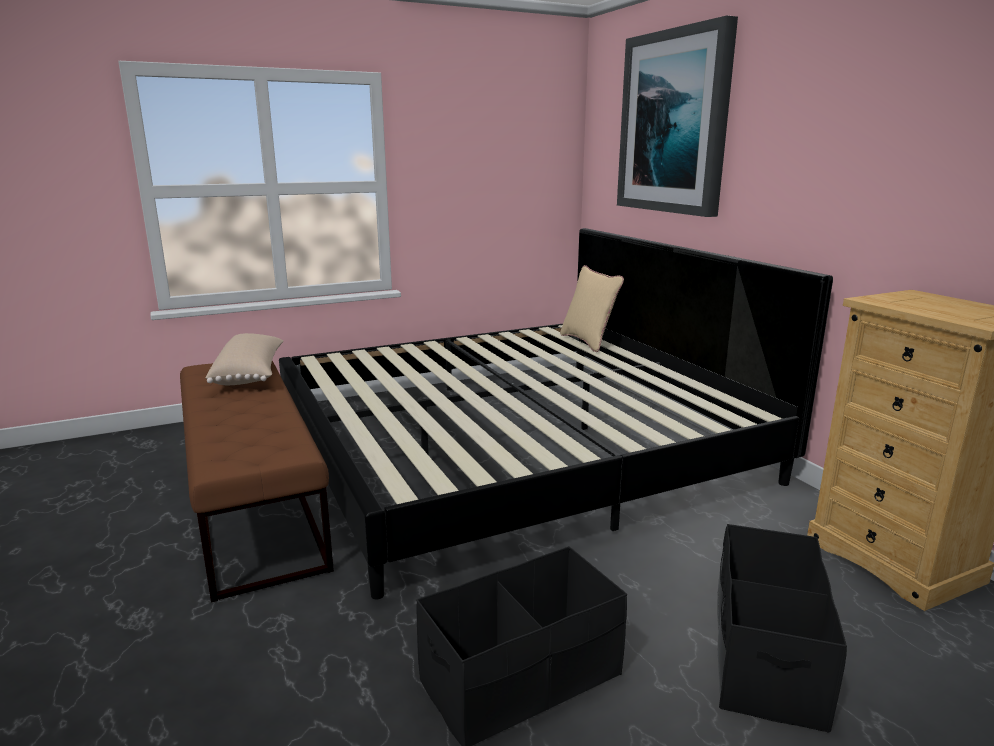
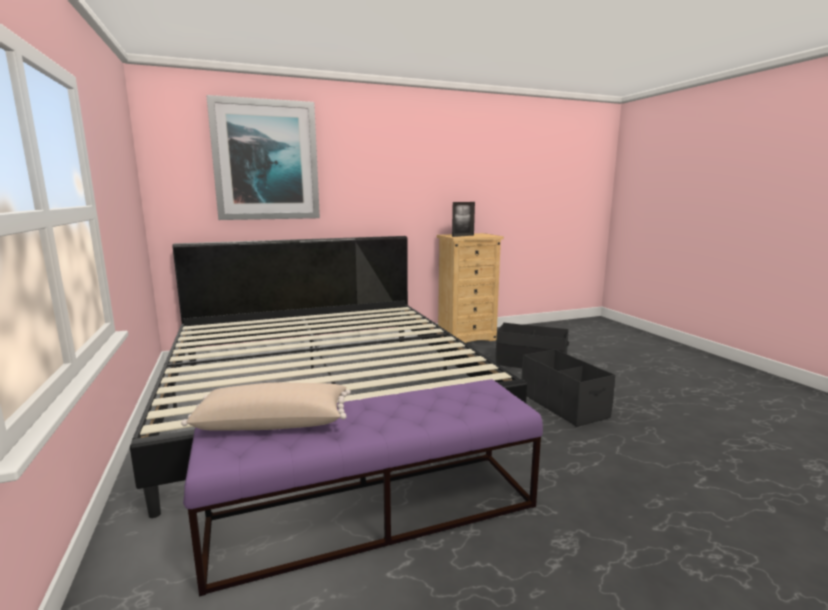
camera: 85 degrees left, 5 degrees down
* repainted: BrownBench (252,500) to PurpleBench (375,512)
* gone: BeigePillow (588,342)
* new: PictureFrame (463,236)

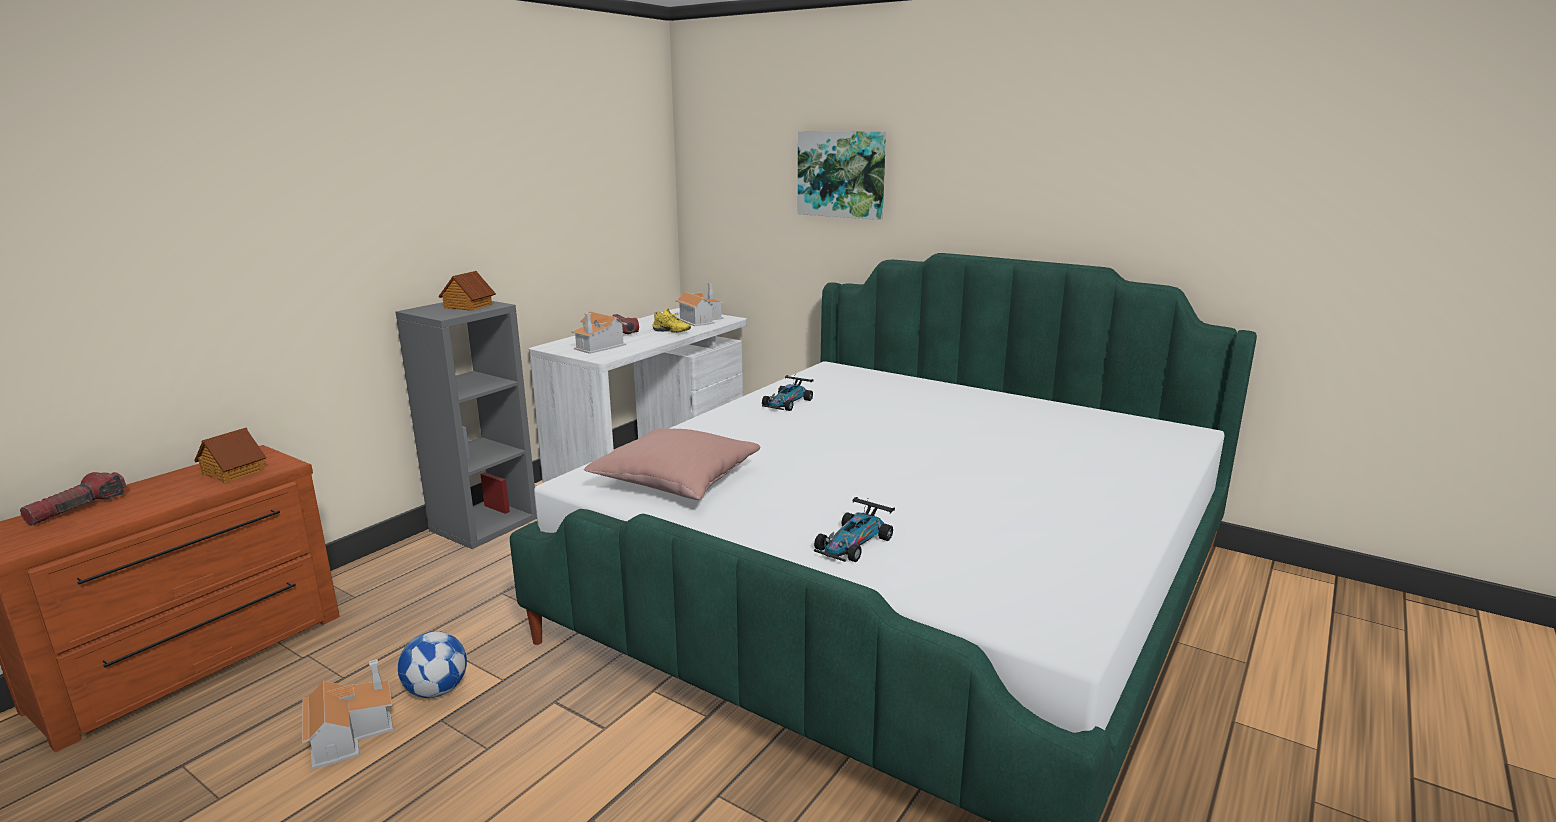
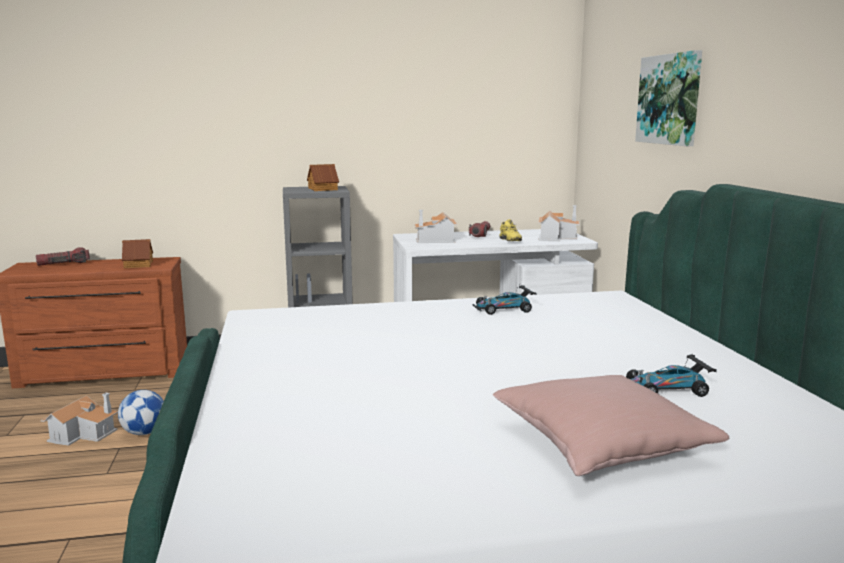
camera: 45 degrees right, 5 degrees down
* shifted: PinkPillow (676,481) to (601,444)
* shifted: ToyCar (853,543) to (666,389)

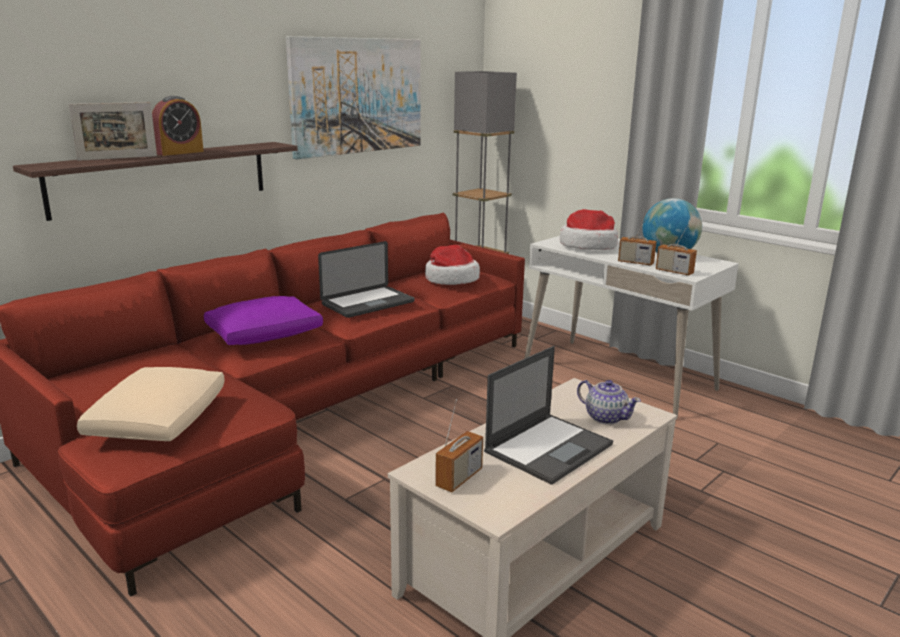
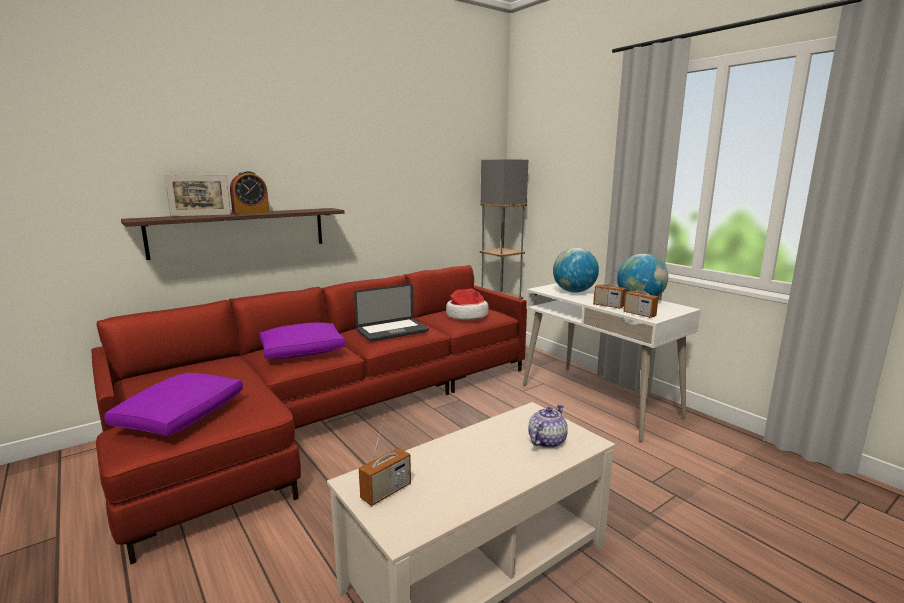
camera: 10 degrees right, 5 degrees down
* repainted: BeigePillow (159,419) to PurplePillow (181,416)
* gone: Picture (357,96)
* gone: Laptop (549,447)
* swapped: Hat (588,246) to Globe (574,291)
* rotated: Teapot (605,417) = (546,441) 105 degrees counterclockwise

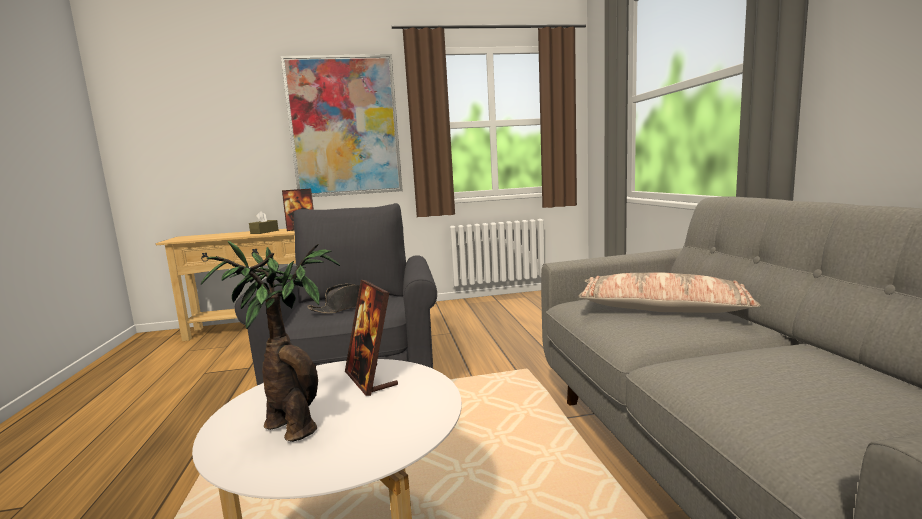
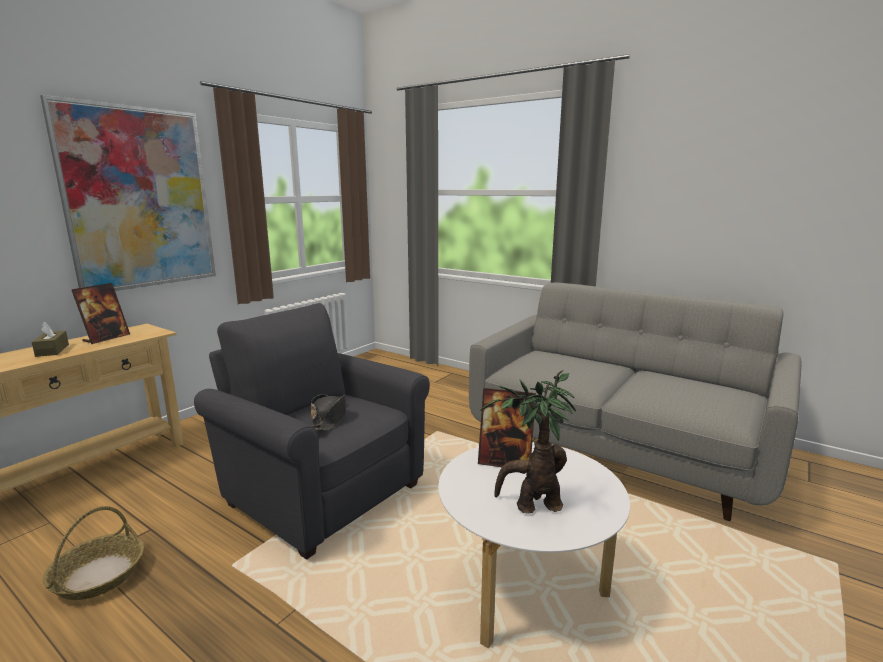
camera: 45 degrees left, 5 degrees up
* gone: Pillow (662,309)
* new: Basket (99,575)

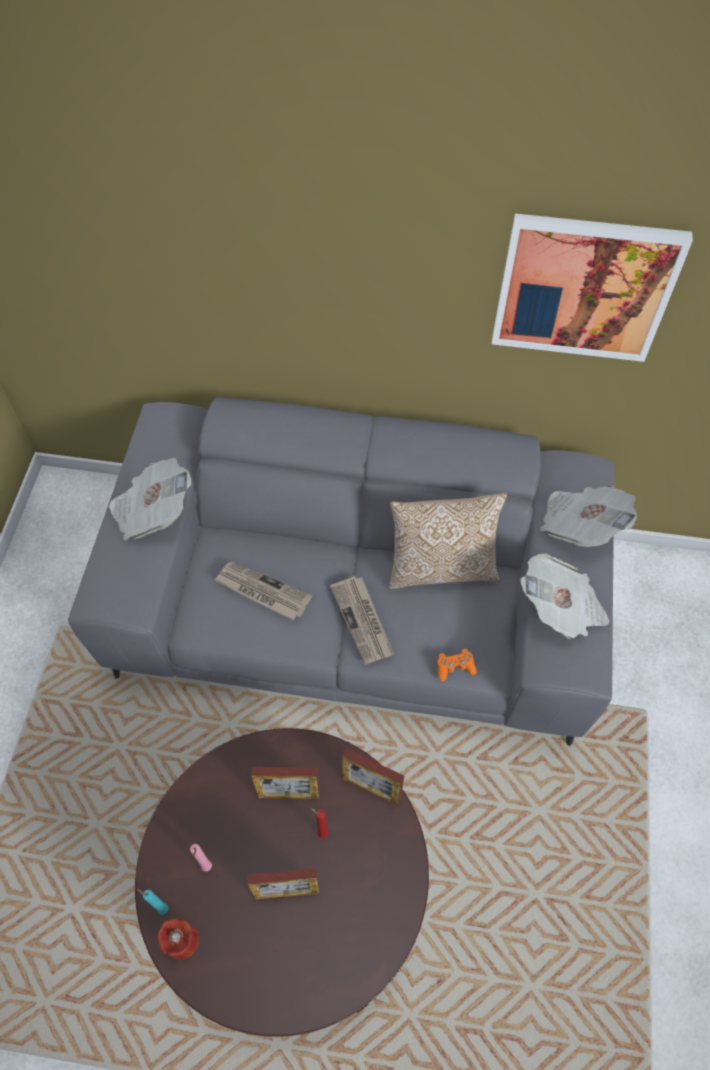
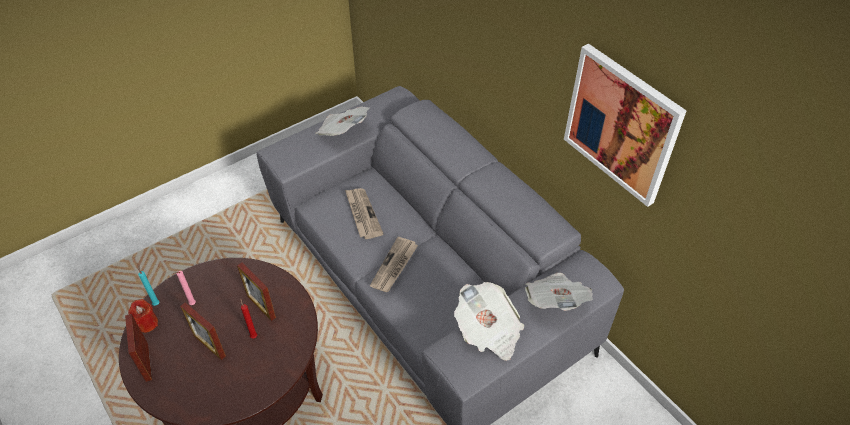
camera: 45 degrees right, 10 degrees down
* shifted: PictureFrame (371,788) to (146,362)
* gone: Pillow (441,568)
* gone: OrangeGameController (454,667)

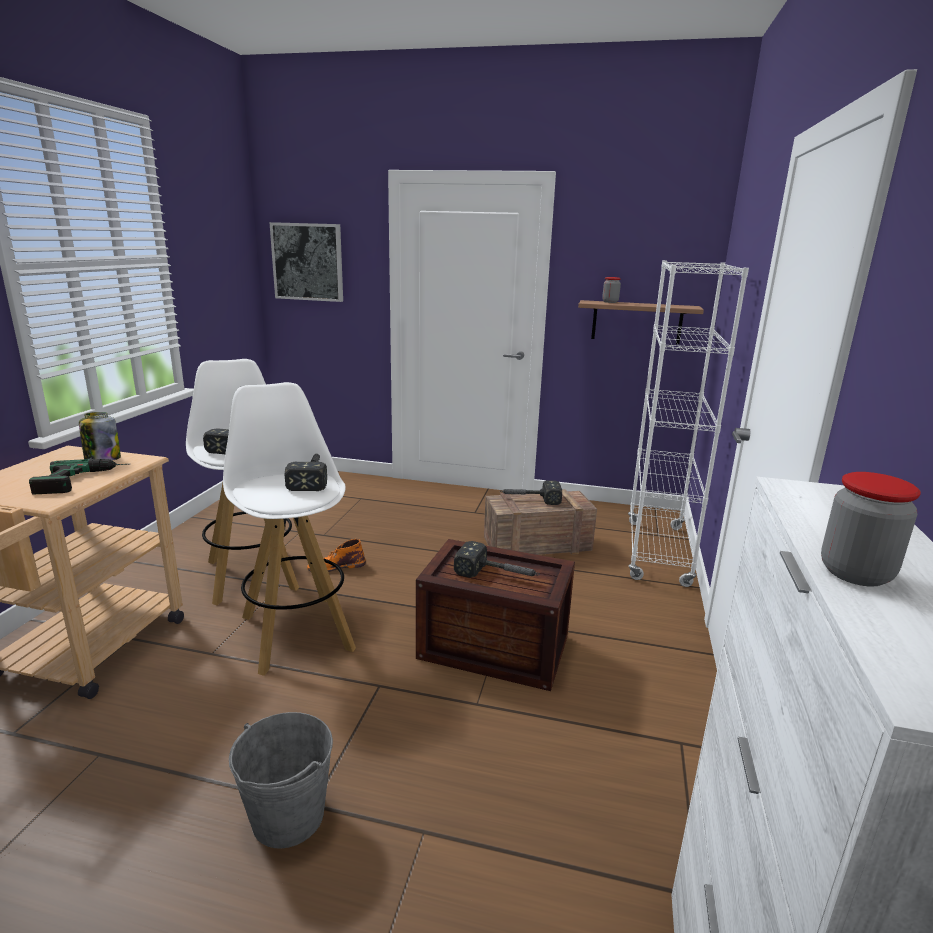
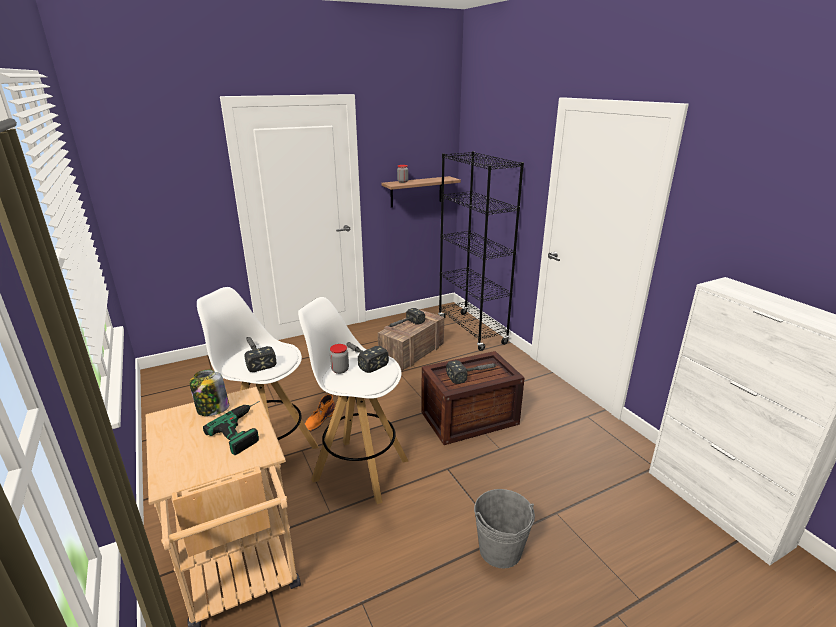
camera: 40 degrees left, 5 degrees up
* gone: Picture (308,262)
* repainted: WhiteBookcase (657,552) to BlackBookcase (472,331)
* shifted: Jar (855,573) to (340,370)

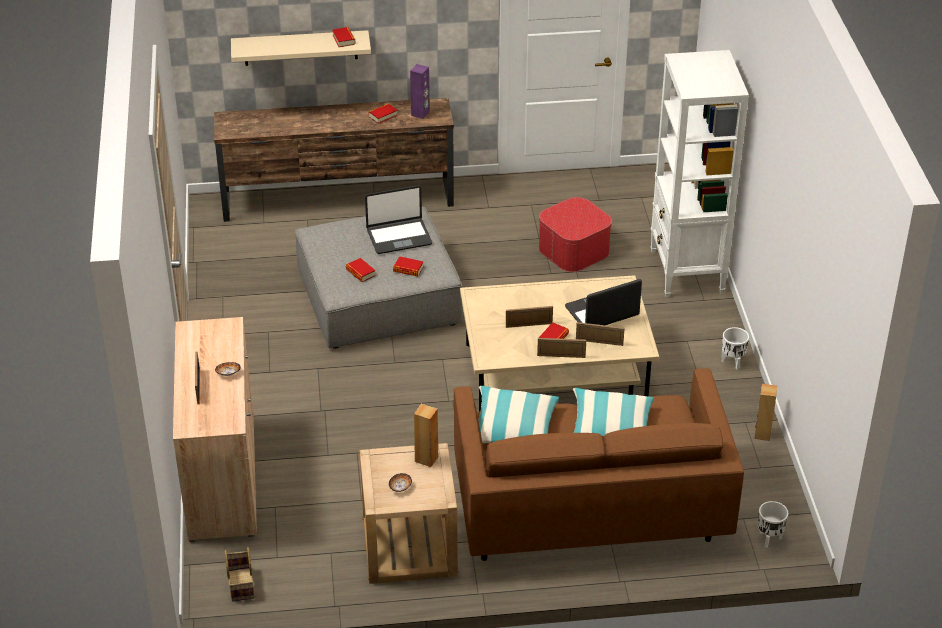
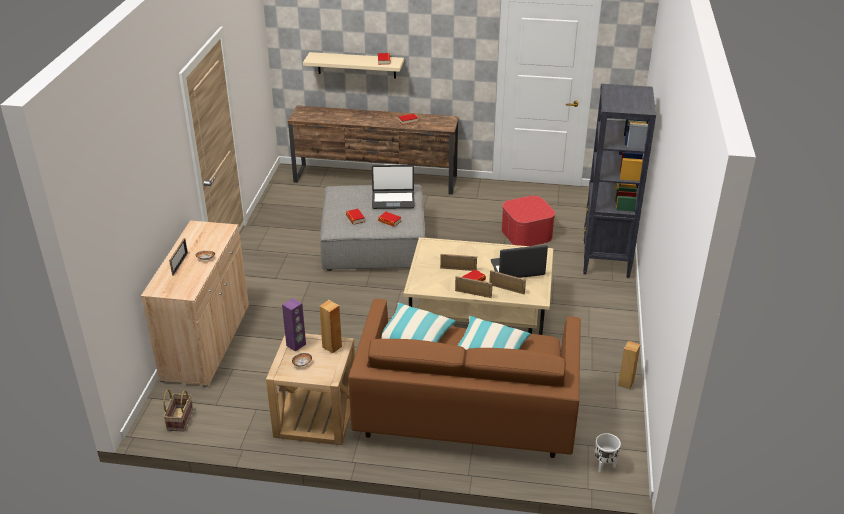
camera: 15 degrees right, 5 degrees down
* shifted: PurpleSpeaker (420,113) to (296,345)
* repainted: WhiteBookcase (686,272) to BlackBookcase (605,260)
* gone: WhitePlanter (733,362)

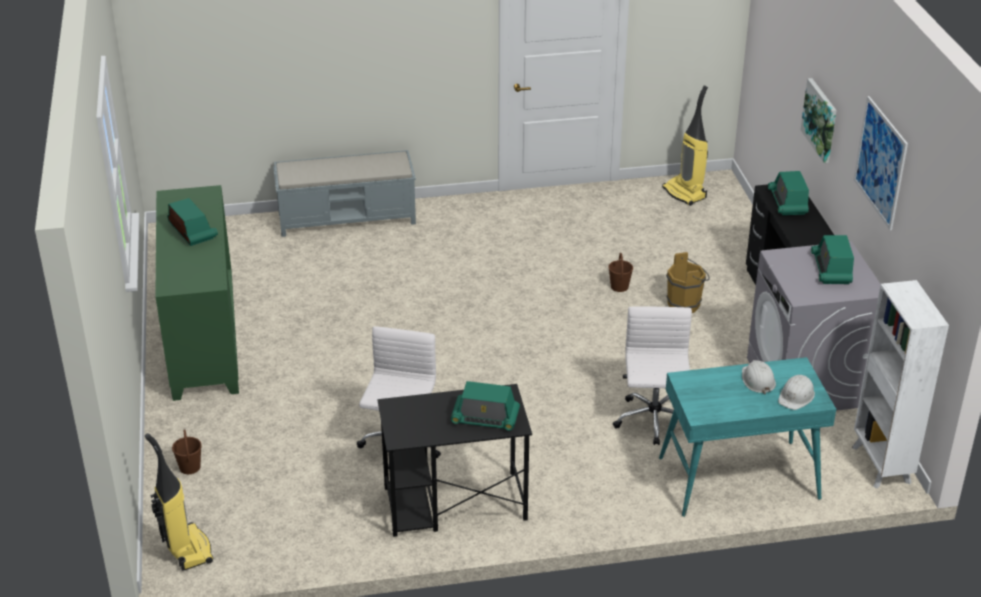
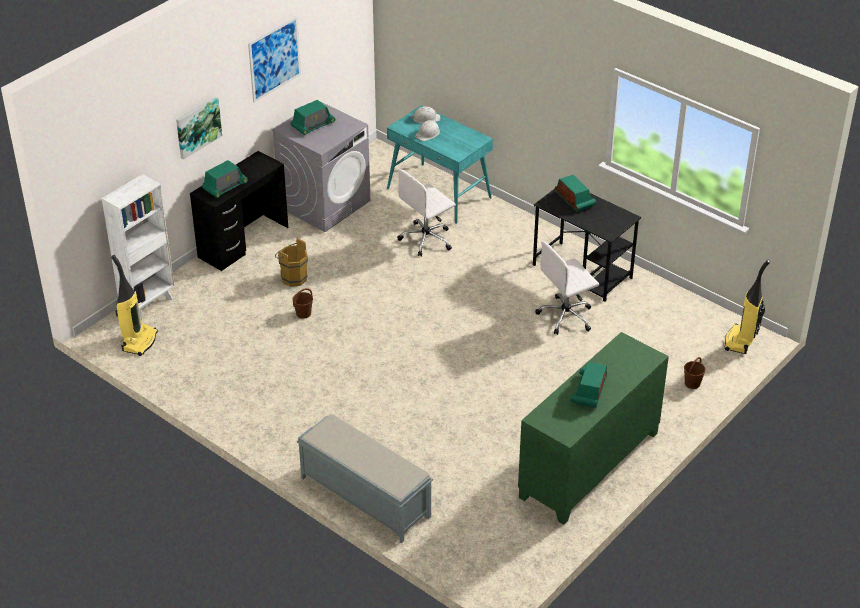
camera: 130 degrees left, 5 degrees up
* shifted: WhiteBookcase (881,466) to (148,304)

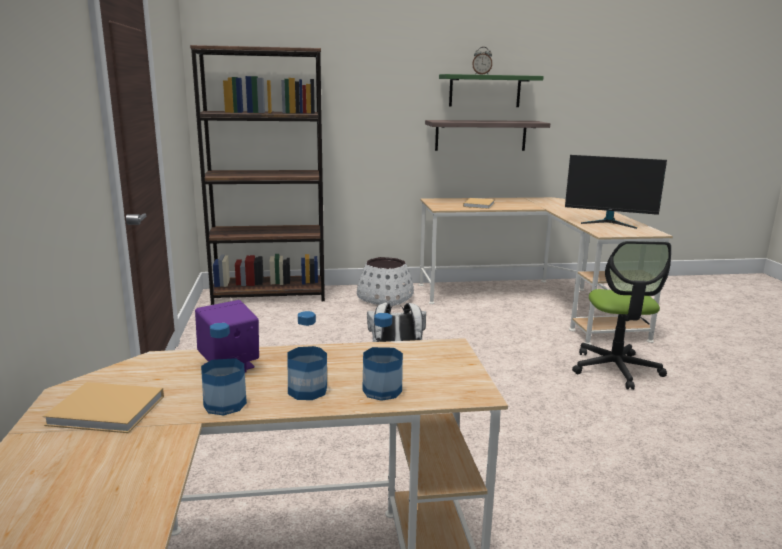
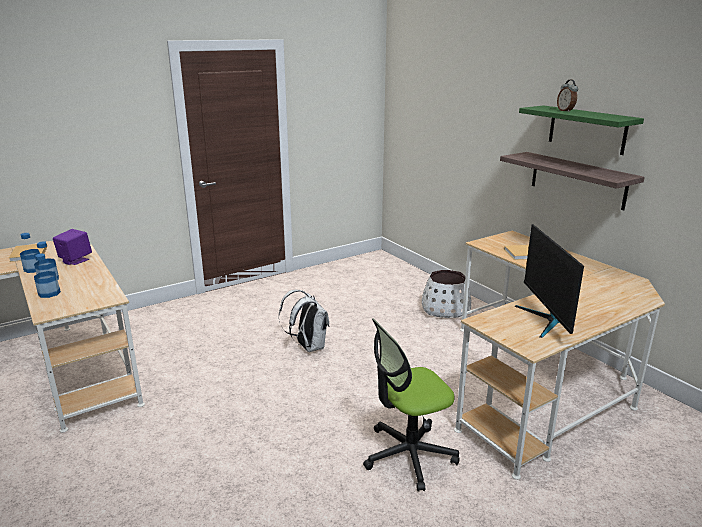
camera: 65 degrees right, 5 degrees up
* gone: BrownBookcase (270,295)

